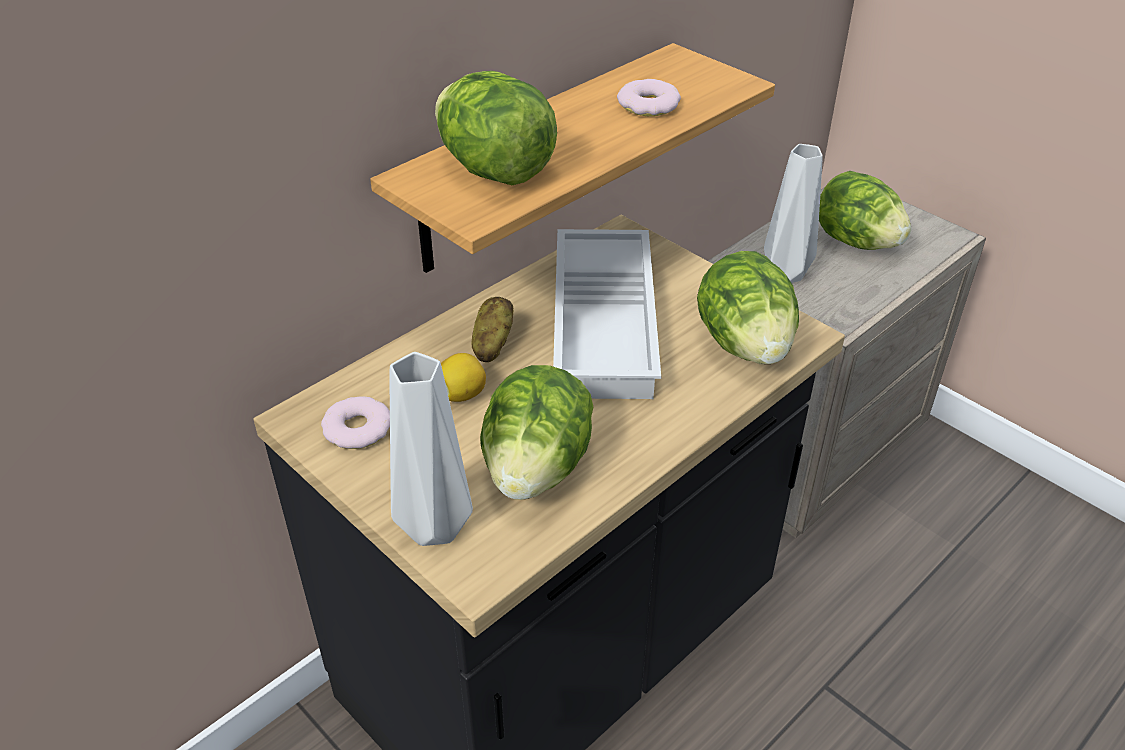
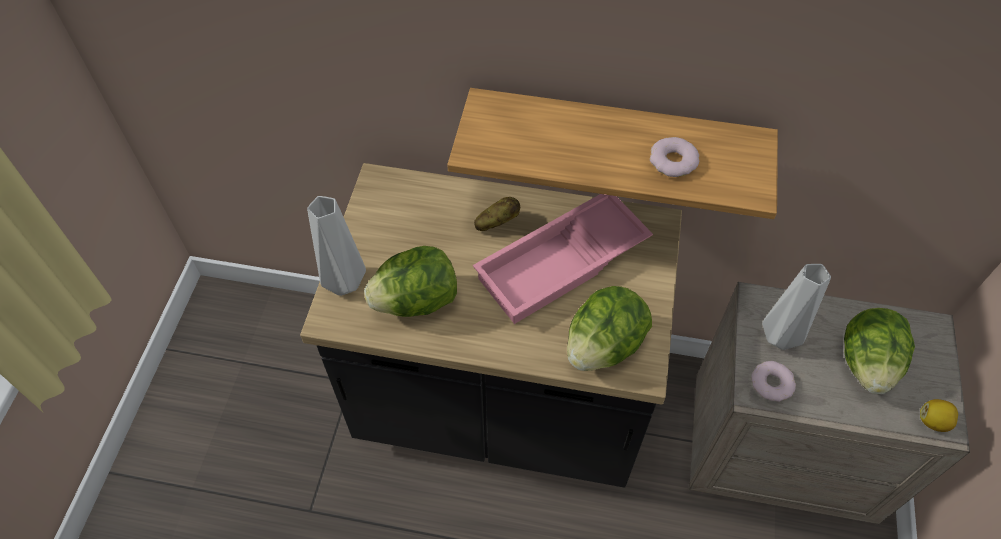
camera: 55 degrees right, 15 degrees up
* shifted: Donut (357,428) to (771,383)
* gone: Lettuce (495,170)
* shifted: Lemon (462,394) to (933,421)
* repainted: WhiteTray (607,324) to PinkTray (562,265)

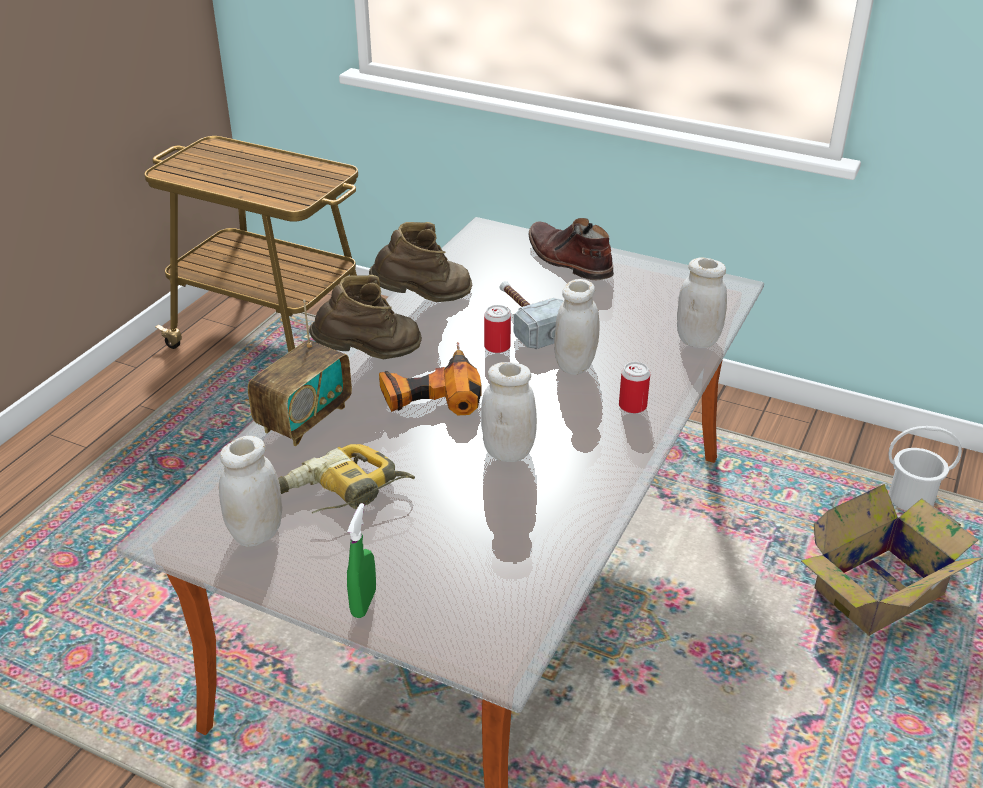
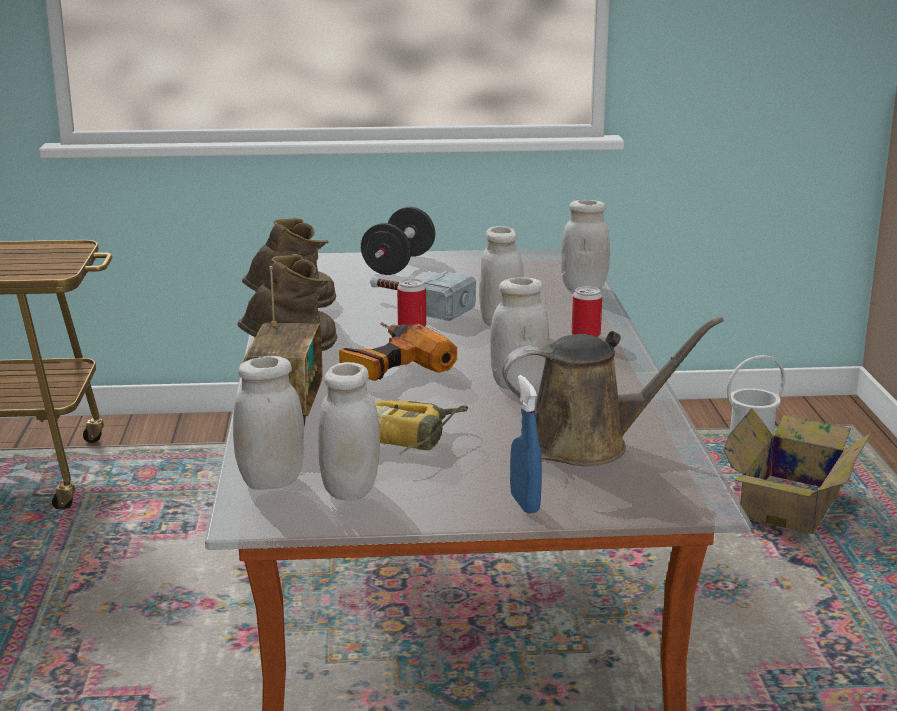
camera: 30 degrees left, 15 degrees down
* repainted: GreenSprayBottle (363,603) to BlueSprayBottle (524,503)
* swapped: BrownBoot (567,260) to BlackDumbbell (399,264)
* new: WhiteJar (271,481)
* new: BrownWateringCan (587,444)

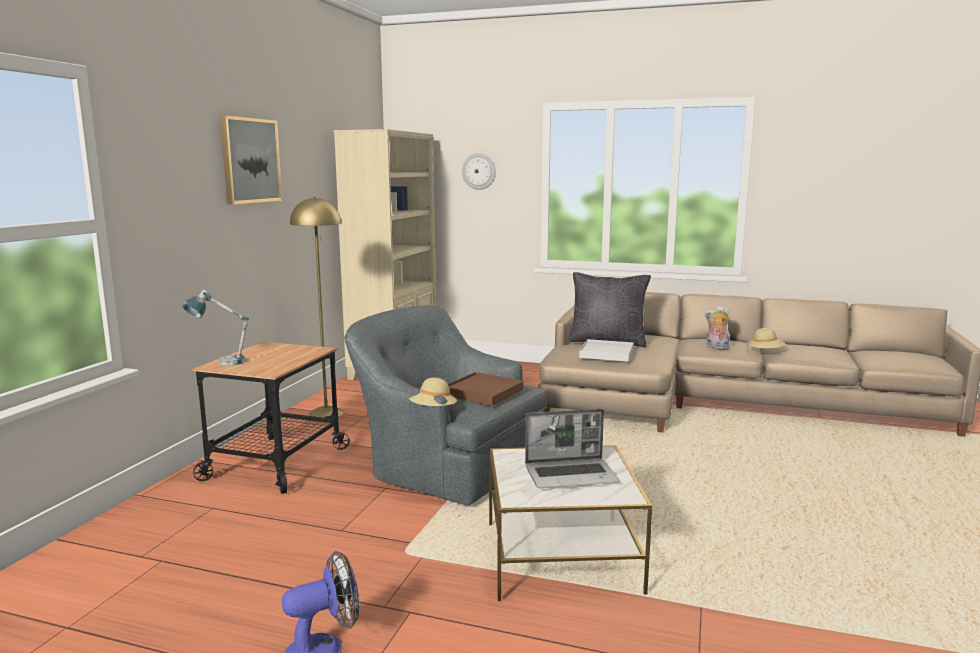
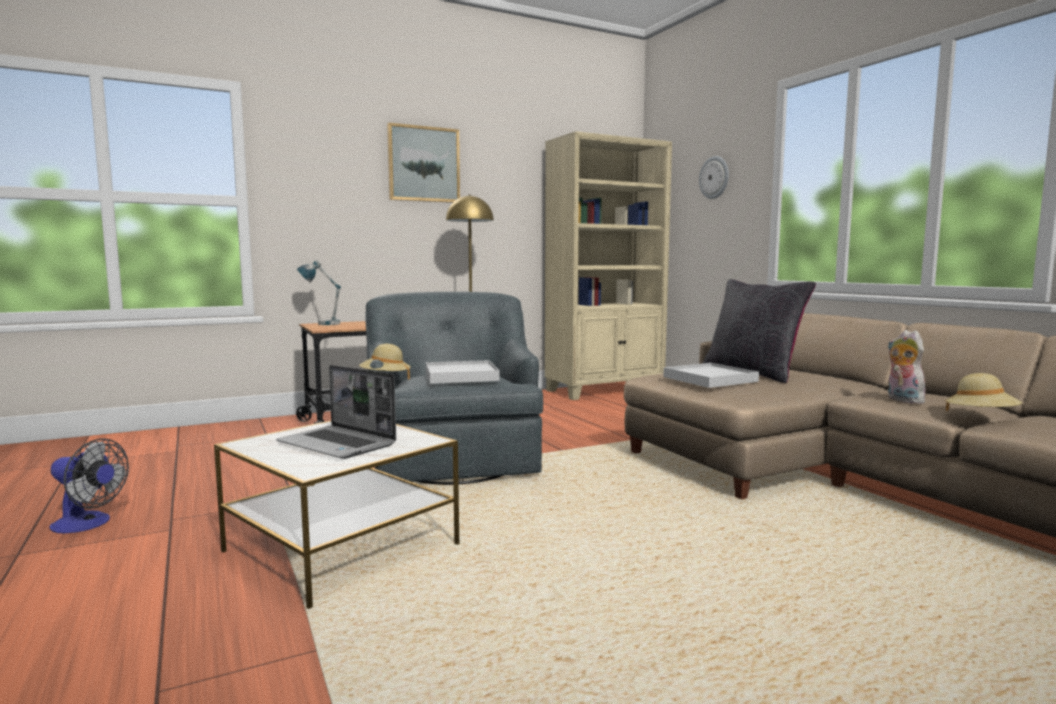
camera: 45 degrees right, 5 degrees down
* repainted: BrownTray (483,392) to WhiteTray (461,376)

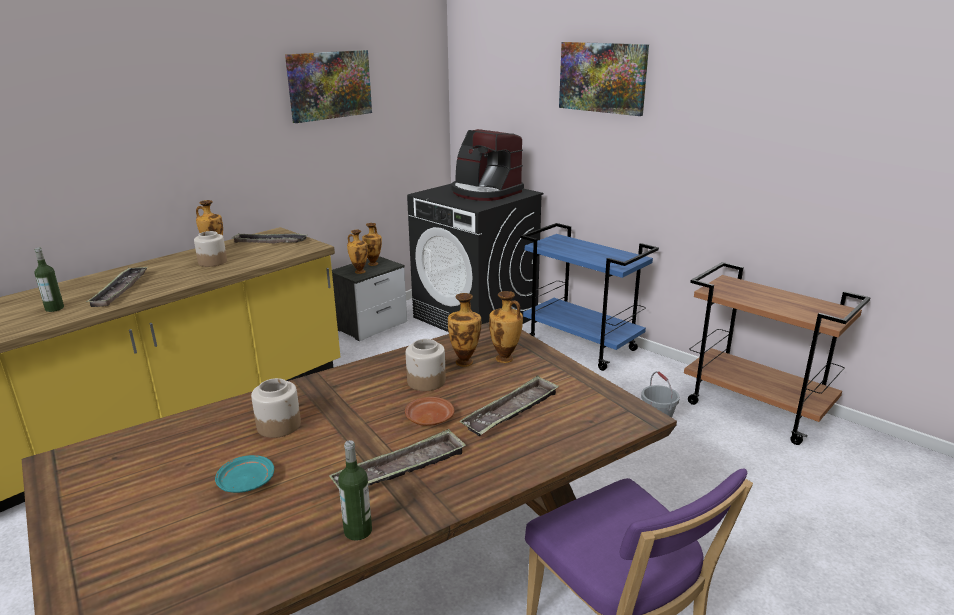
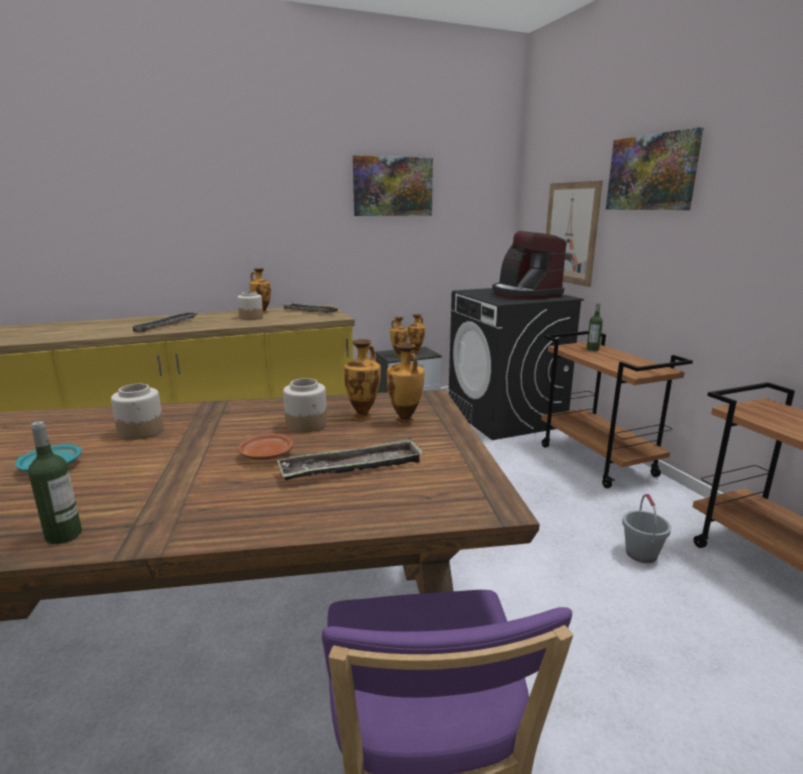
camera: 25 degrees right, 5 degrees down
* shifted: Bottle (54,308) to (592,349)
* gone: Tray (401,469)
* repainted: BlueCart (582,346) to BrownCart (598,461)
* new: Picture (570,233)

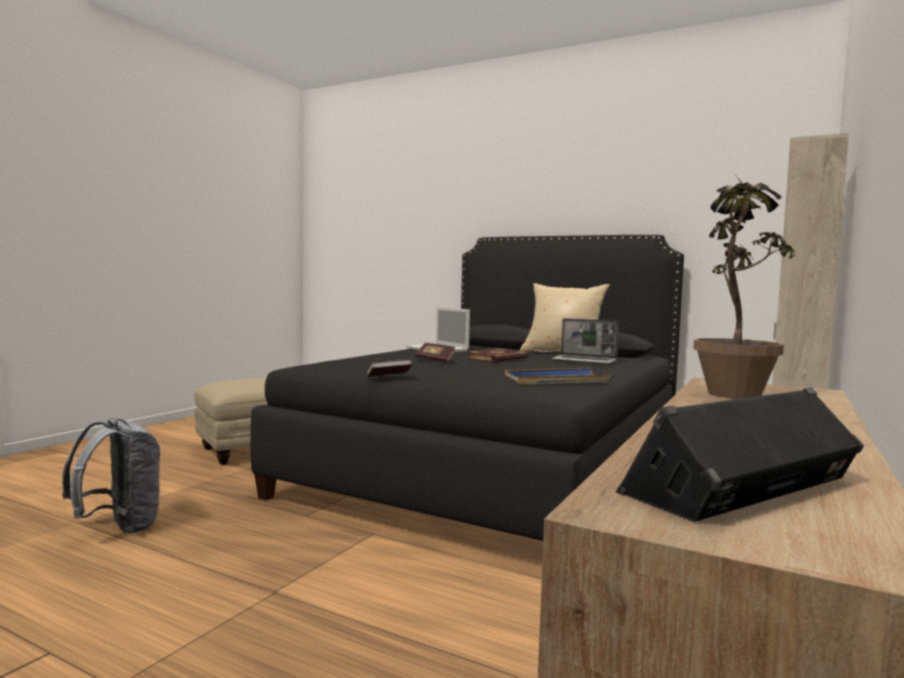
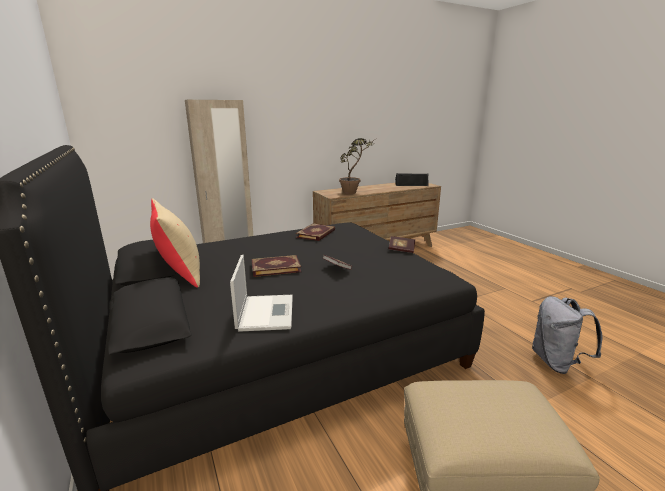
camera: 145 degrees left, 15 degrees up
* swapped: BlueTray (556,380) to Book (316,234)
* gone: Laptop (585,361)

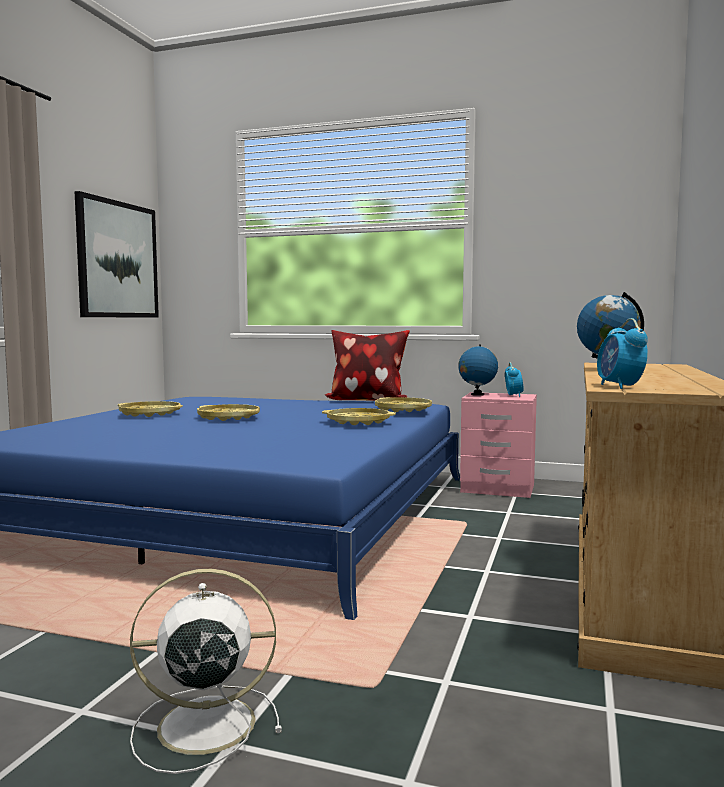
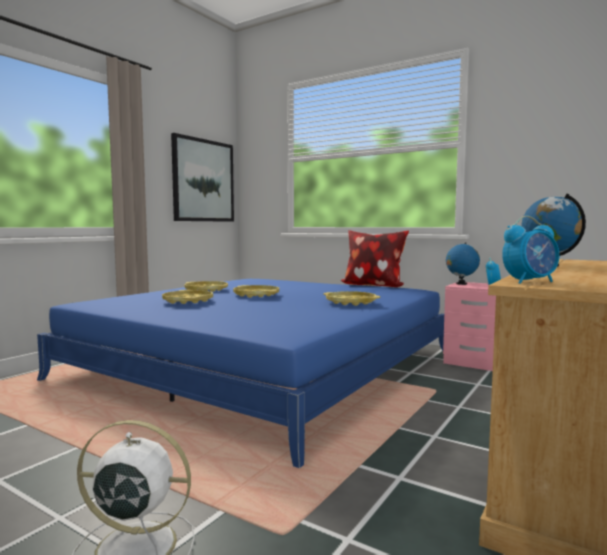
camera: 15 degrees right, 0 degrees up
* shifted: YellowTray (403,409) to (188,301)
* rotated: AlarmClock (619,386) = (530,282) 120 degrees counterclockwise

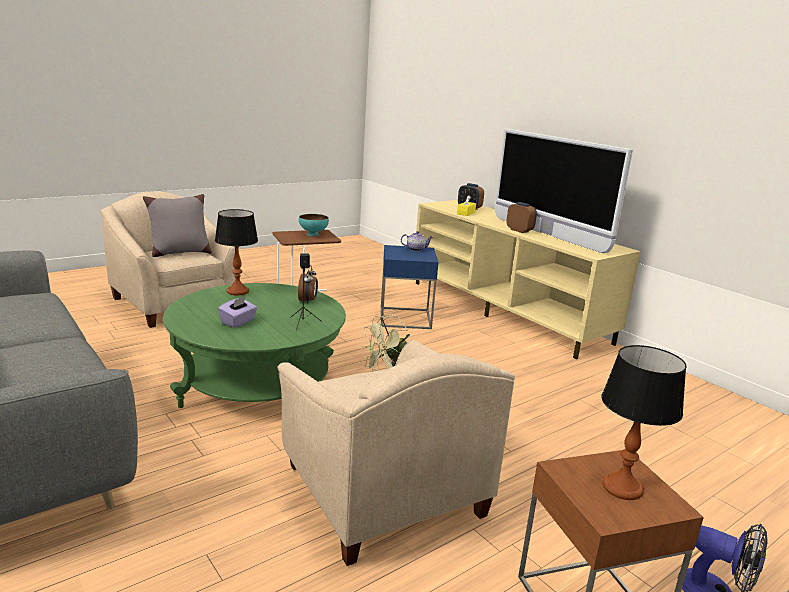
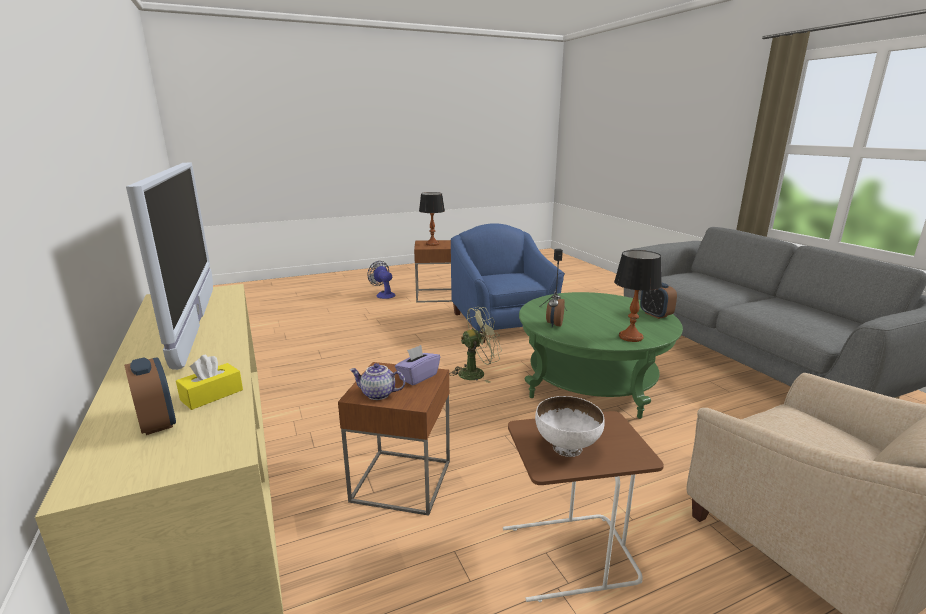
camera: 165 degrees left, 0 degrees up
* gone: GreyPillow (179,253)
* shifted: PurpleTissueBox (238,322) to (418,377)
* repainted: BeigeArmchair (381,491) to BlueArmchair (502,324)
* repainted: TurquoiseBowl (313,235) to WhiteBowl (566,447)
* repainted: BlueSideTable (405,318) to BrownSideTable (401,481)
* shifted: AlarmClock (519,230) to (655,315)

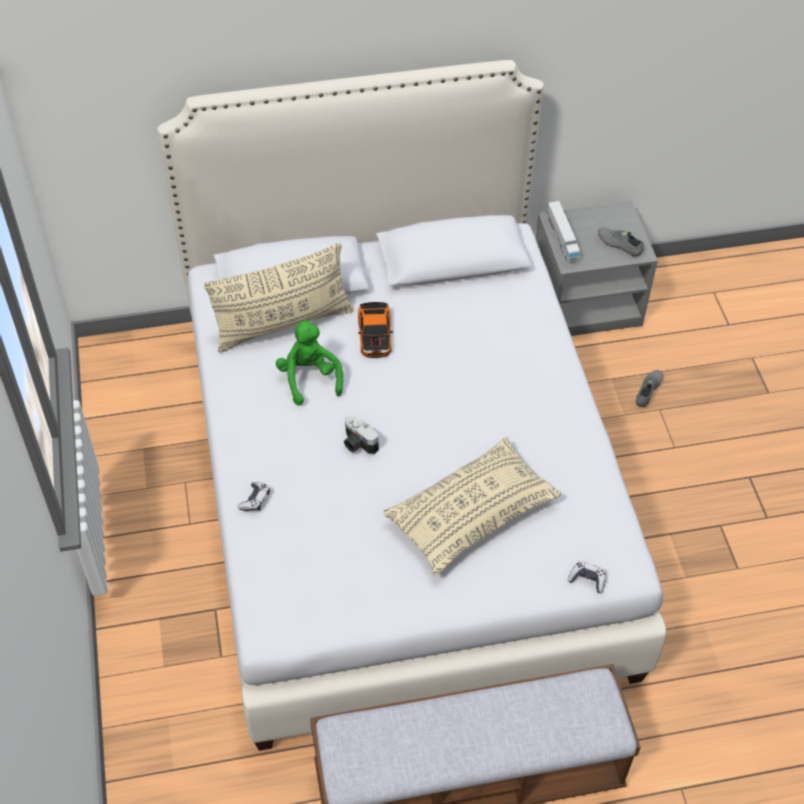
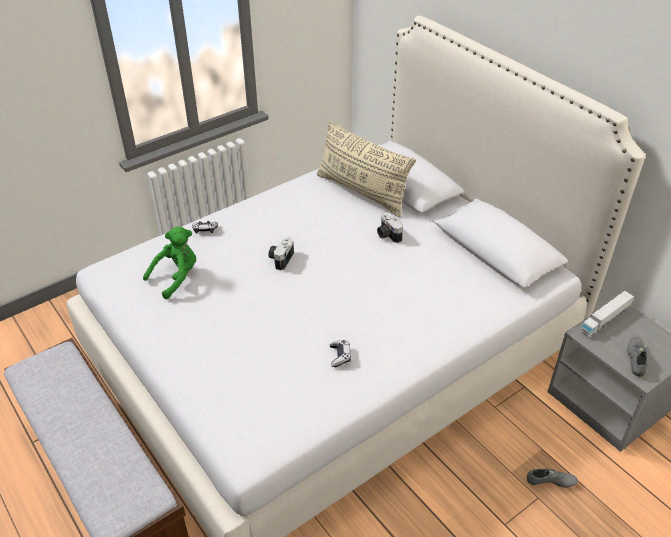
camera: 65 degrees right, 10 degrees down
* shifted: GreenPlushToy (309,378) to (176,277)
* swapped: ToyCar (375,334) to PhotoCamera (387,235)
* gone: BeigePillow (471,515)
* shifted: GameController (587,579) to (340,356)

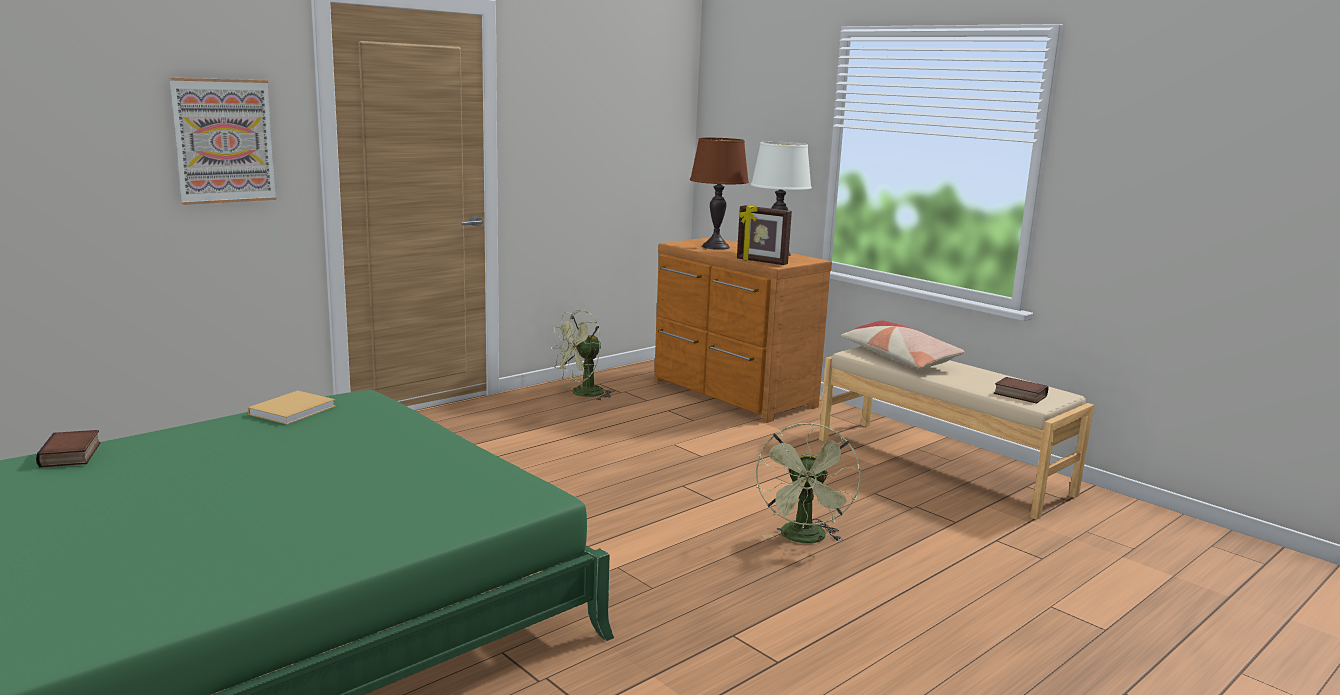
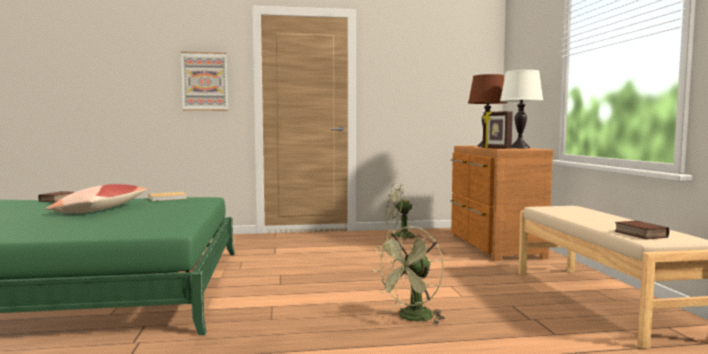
camera: 35 degrees right, 10 degrees down
* shifted: Pillow (899,358) to (101,209)

